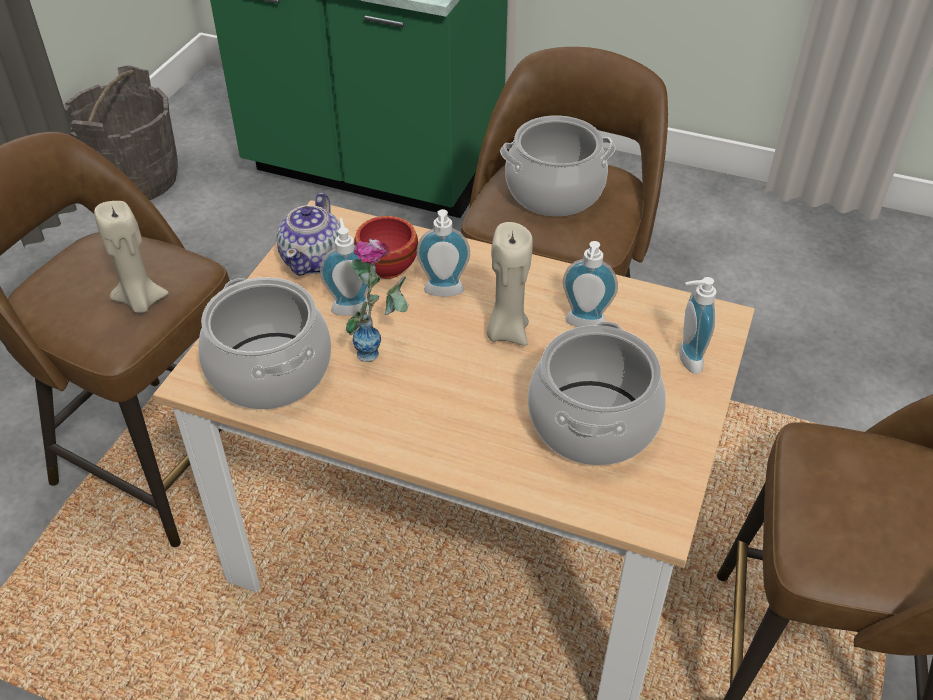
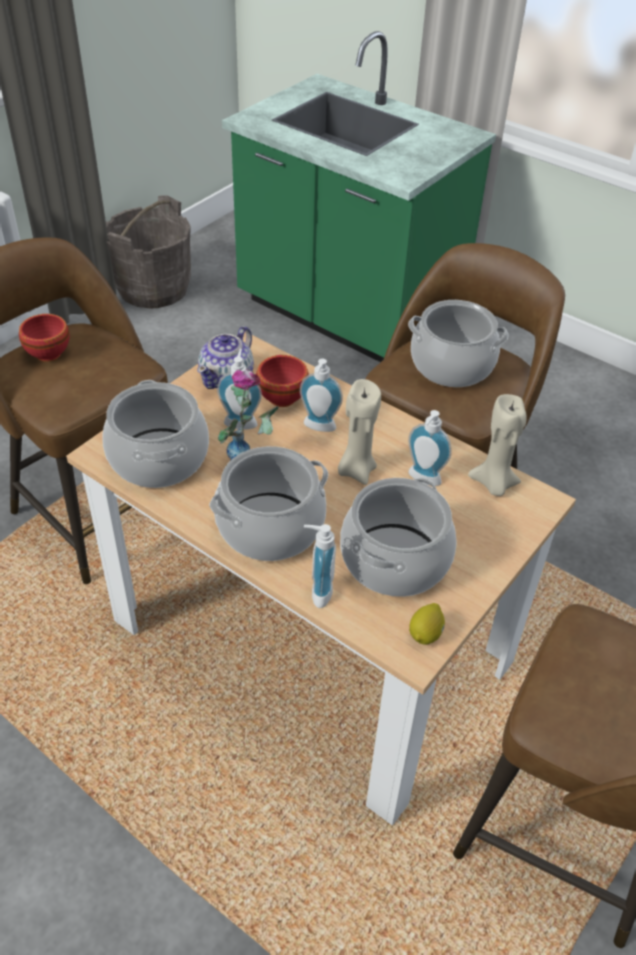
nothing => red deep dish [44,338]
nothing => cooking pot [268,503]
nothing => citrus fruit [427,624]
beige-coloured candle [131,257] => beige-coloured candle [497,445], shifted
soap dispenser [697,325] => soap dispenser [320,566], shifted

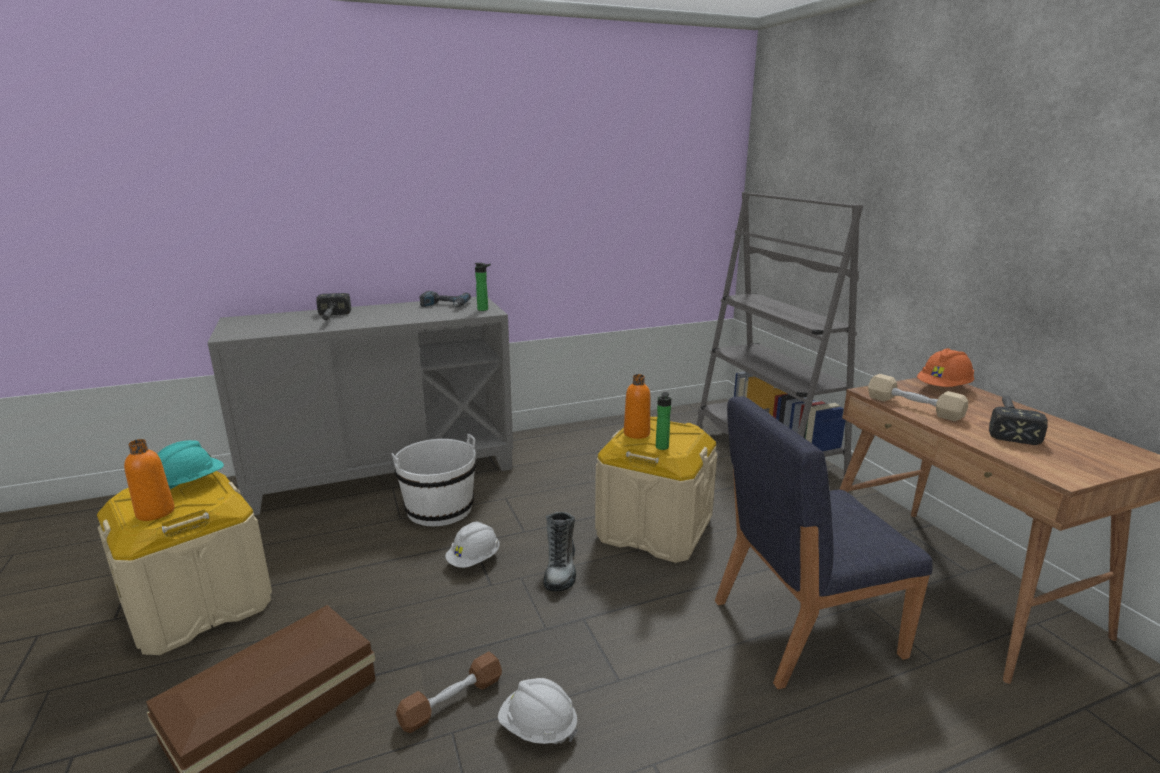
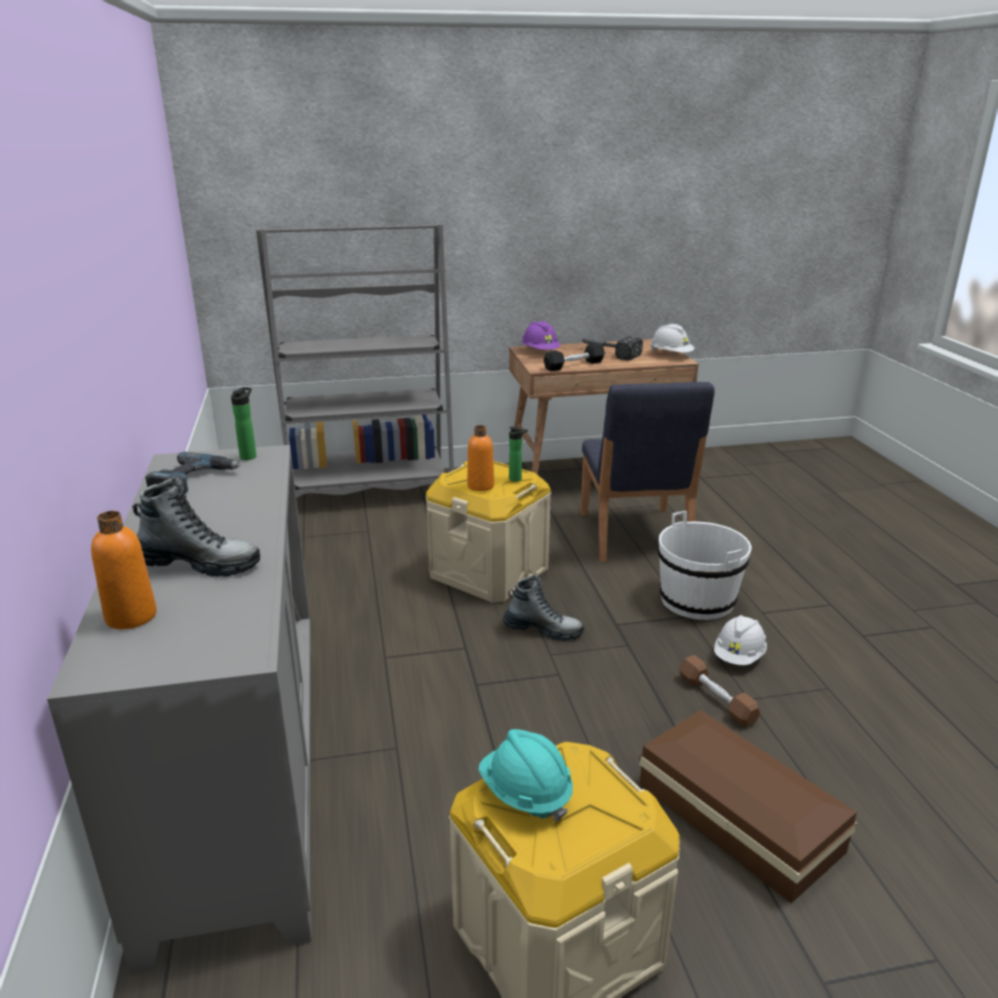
orange beverage bottle [149,480] => orange beverage bottle [124,570], shifted
whitish pail [434,479] => whitish pail [704,565], shifted
whitish work helmet [472,545] => whitish work helmet [672,338], shifted
tool hammer [333,306] => tall boot [196,527]
beige-coloured free weight [918,397] => blackish free weight [574,357]
orange work helmet [945,367] => purple-coloured work helmet [541,335]

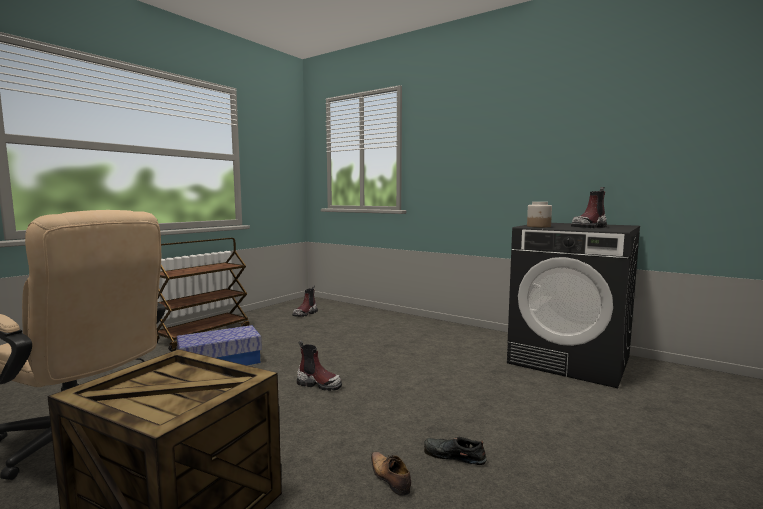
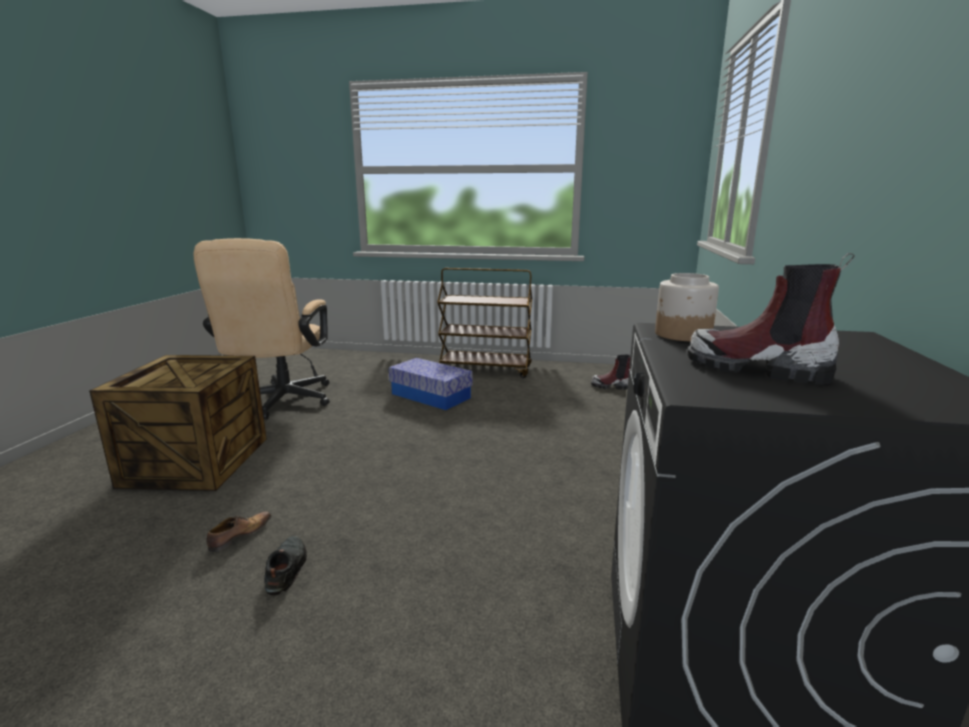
tall boot [319,366] => nothing

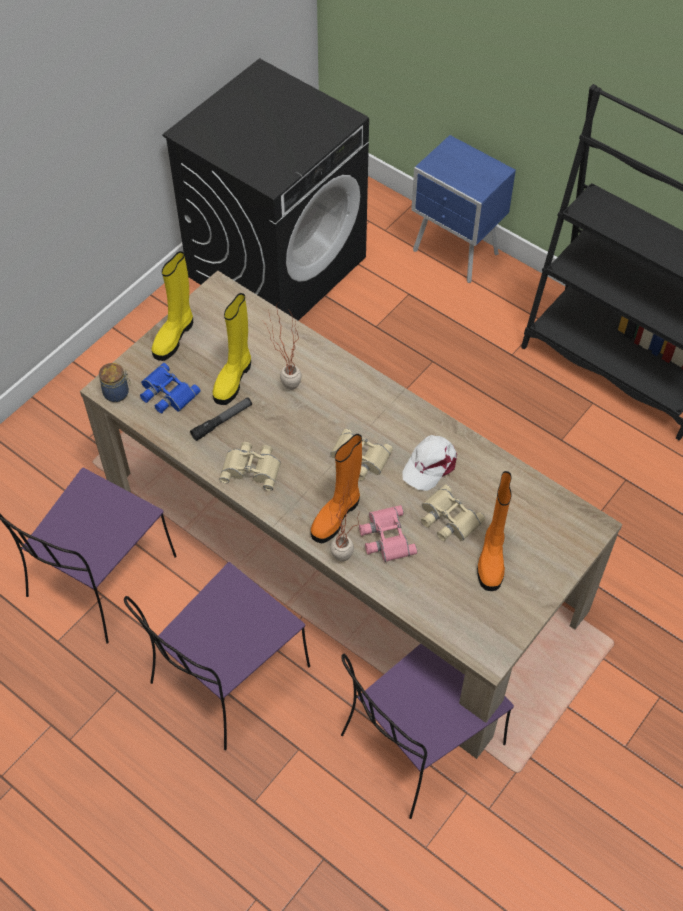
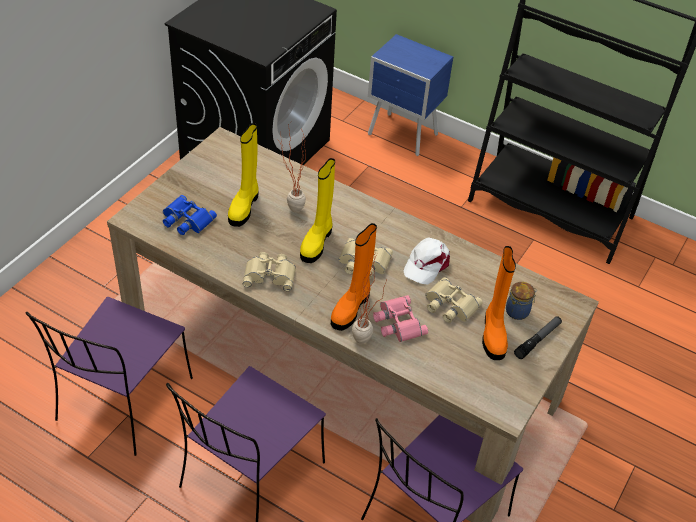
jar [115,382] => jar [521,301], shifted
yellow tall boot [172,306] => yellow tall boot [317,210], shifted
flashlight [221,419] => flashlight [538,337], shifted

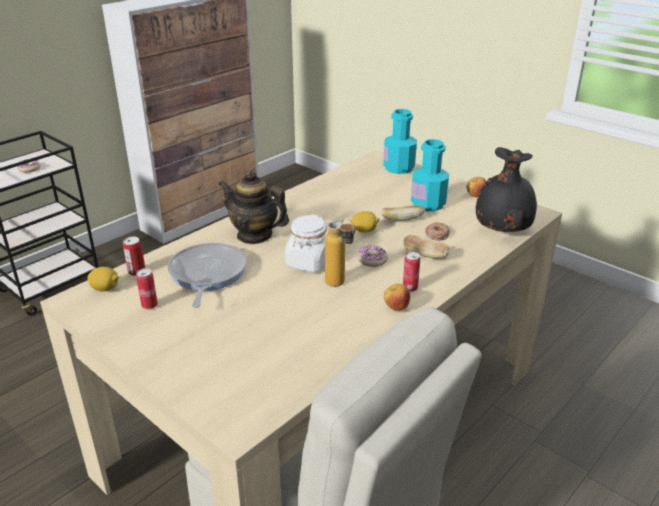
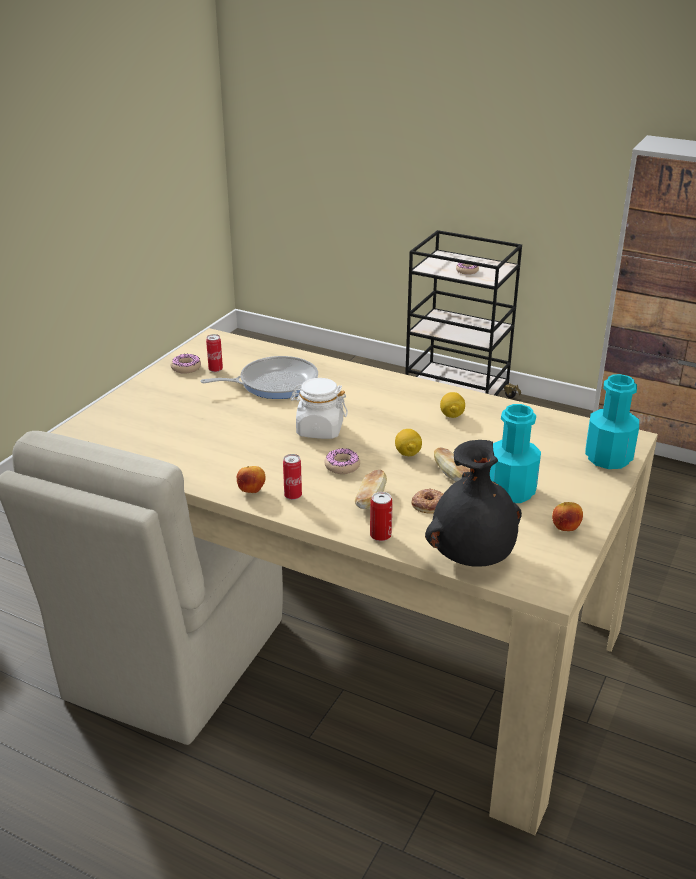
pot for tea [253,207] => nothing
beverage bottle [340,252] => nothing
nothing => ring doughnut [186,363]
citrus fruit [103,279] => citrus fruit [452,405], shifted
can [134,256] => can [381,516], shifted

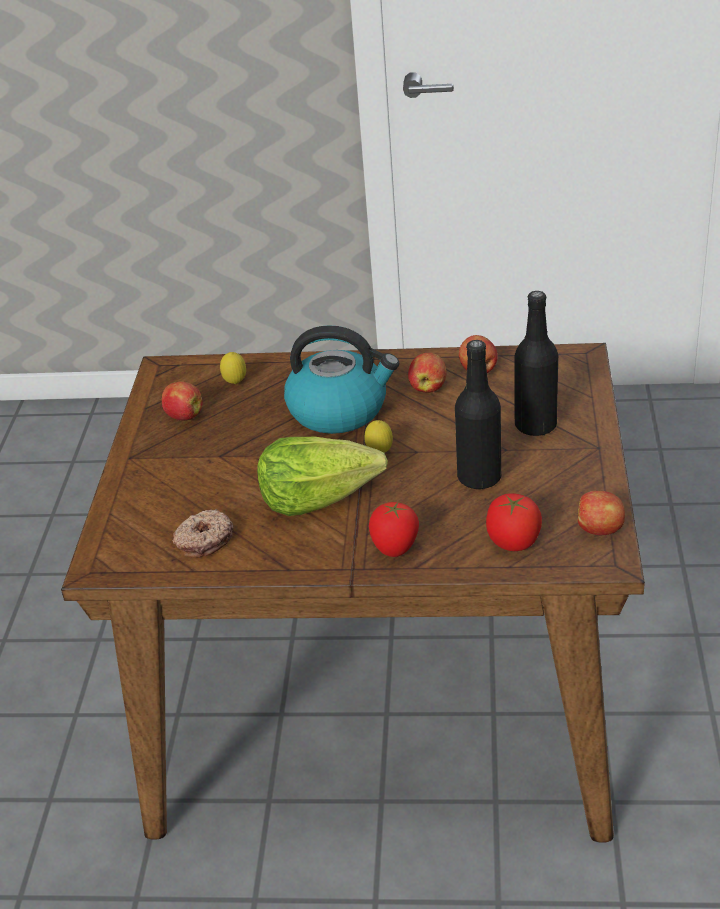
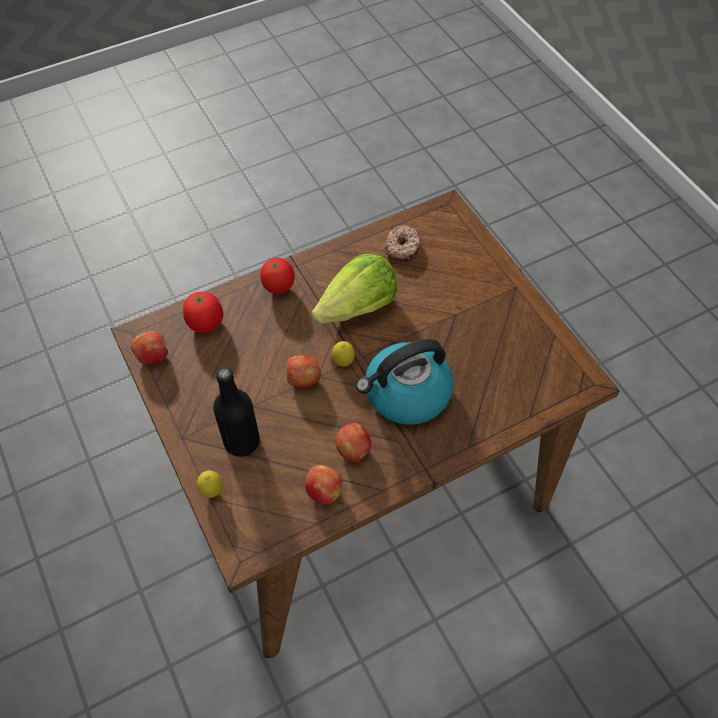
blackish beverage bottle [478,414] => nothing
whole apple [182,401] => whole apple [303,371], shifted
citrus fruit [233,368] => citrus fruit [210,484], shifted

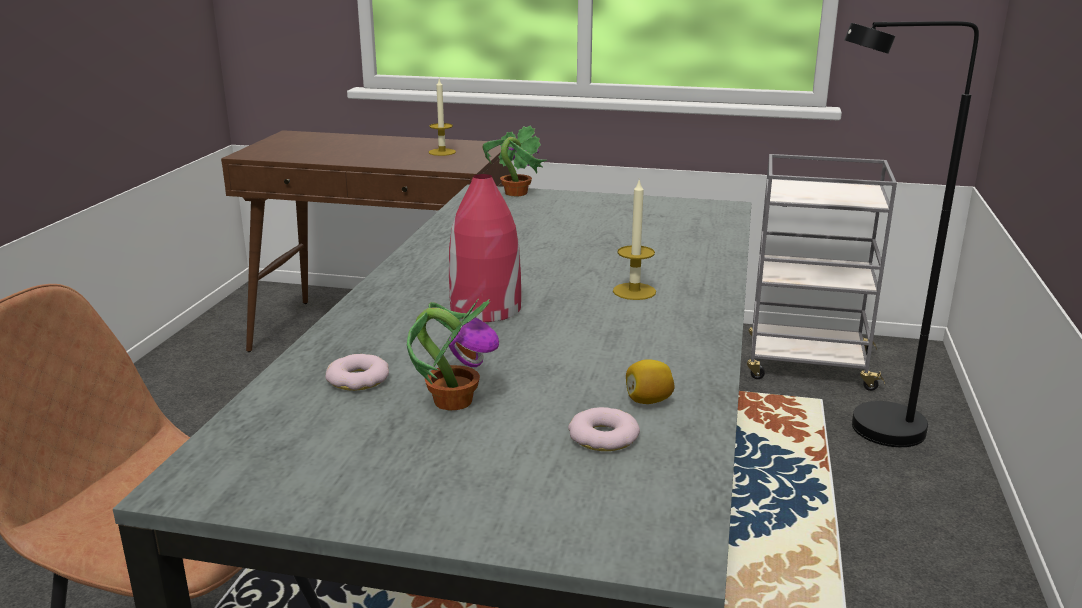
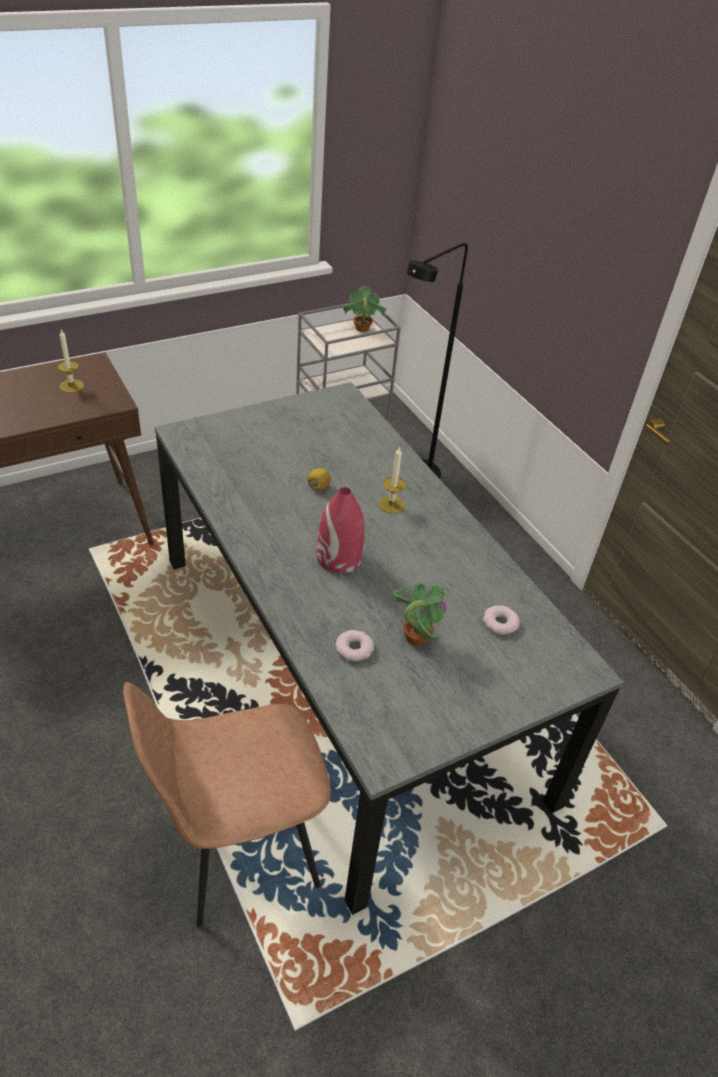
potted plant [514,160] => potted plant [364,308], shifted
citrus fruit [650,381] => citrus fruit [319,479], shifted

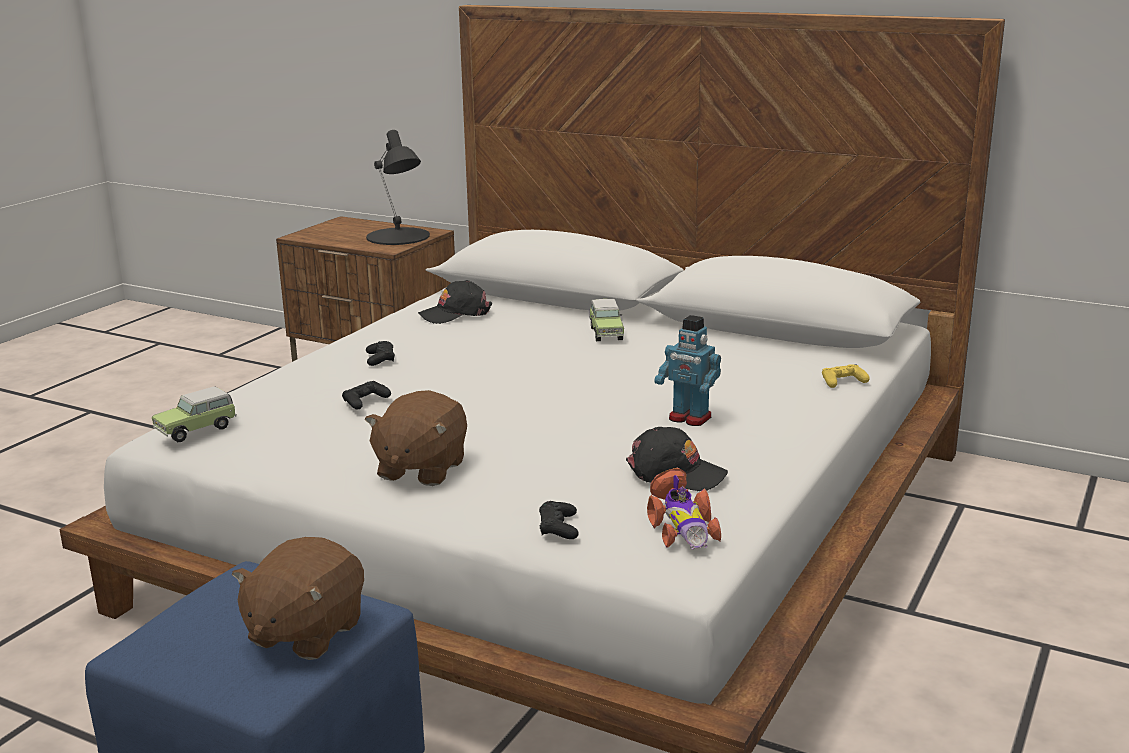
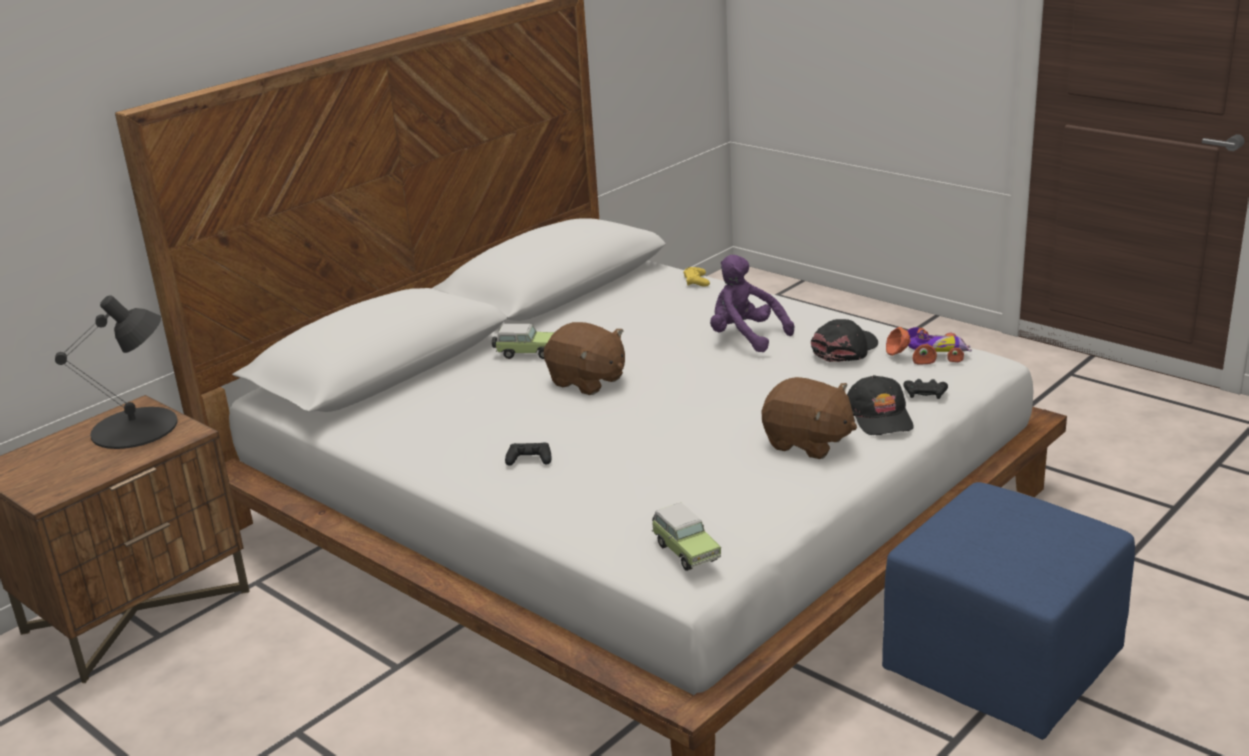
blackish game controller [366,395] => nothing
brown-coloured soft toy [298,598] => brown-coloured soft toy [584,358], shifted
blackish peaked cap [455,302] => blackish peaked cap [880,405], shifted
toy robot [687,370] => purple-coloured soft toy [752,303]

